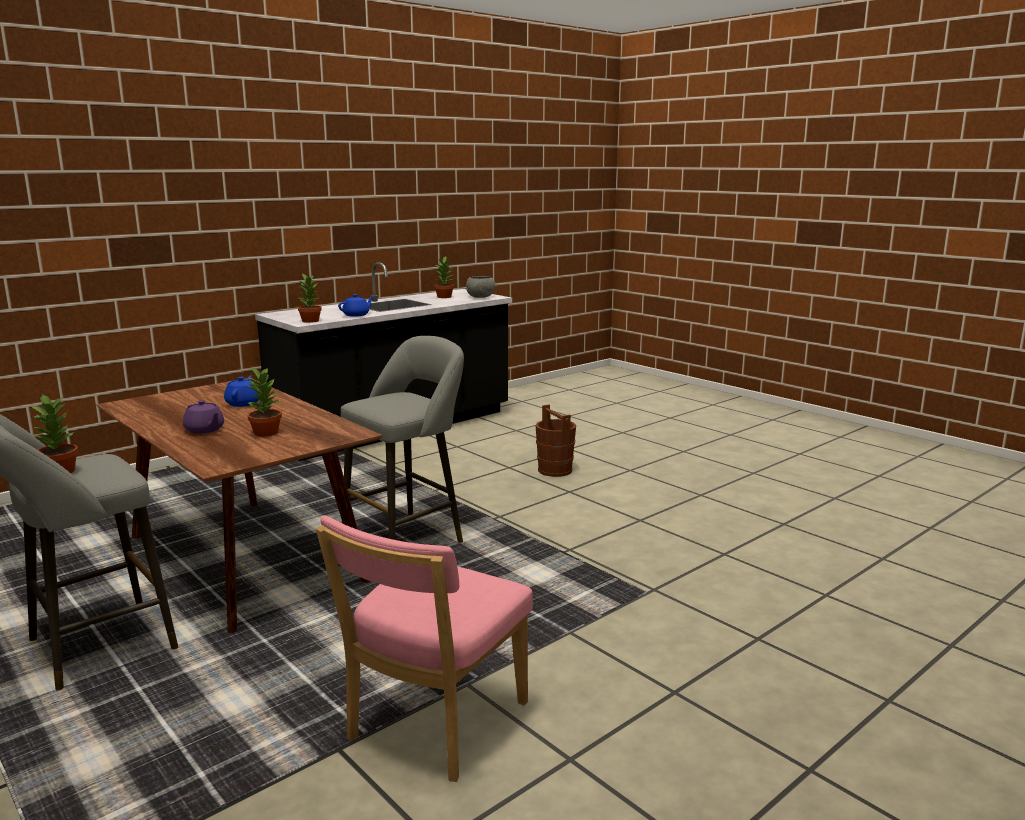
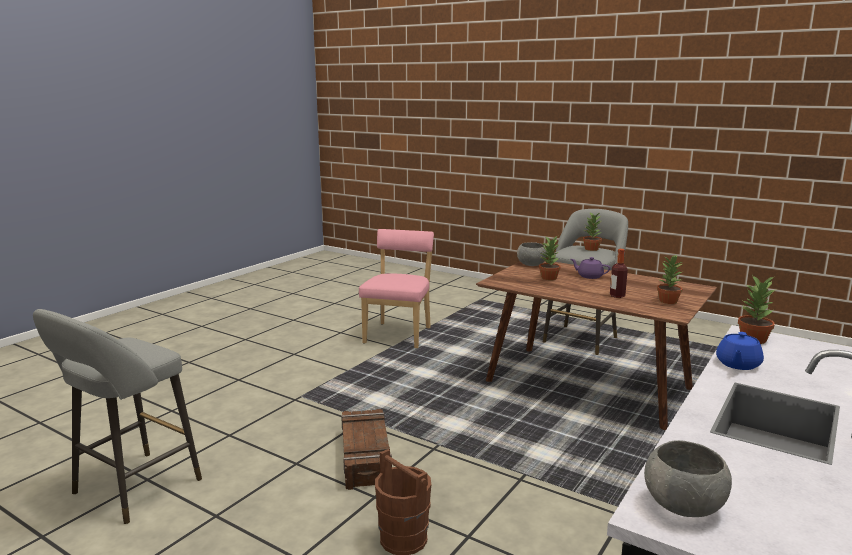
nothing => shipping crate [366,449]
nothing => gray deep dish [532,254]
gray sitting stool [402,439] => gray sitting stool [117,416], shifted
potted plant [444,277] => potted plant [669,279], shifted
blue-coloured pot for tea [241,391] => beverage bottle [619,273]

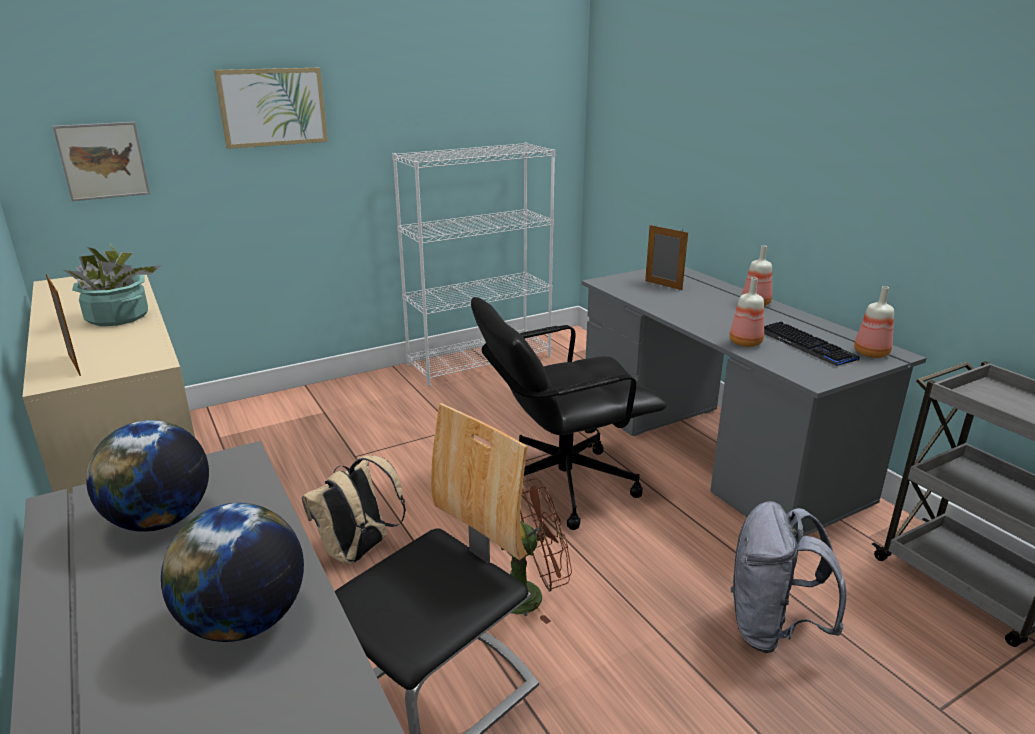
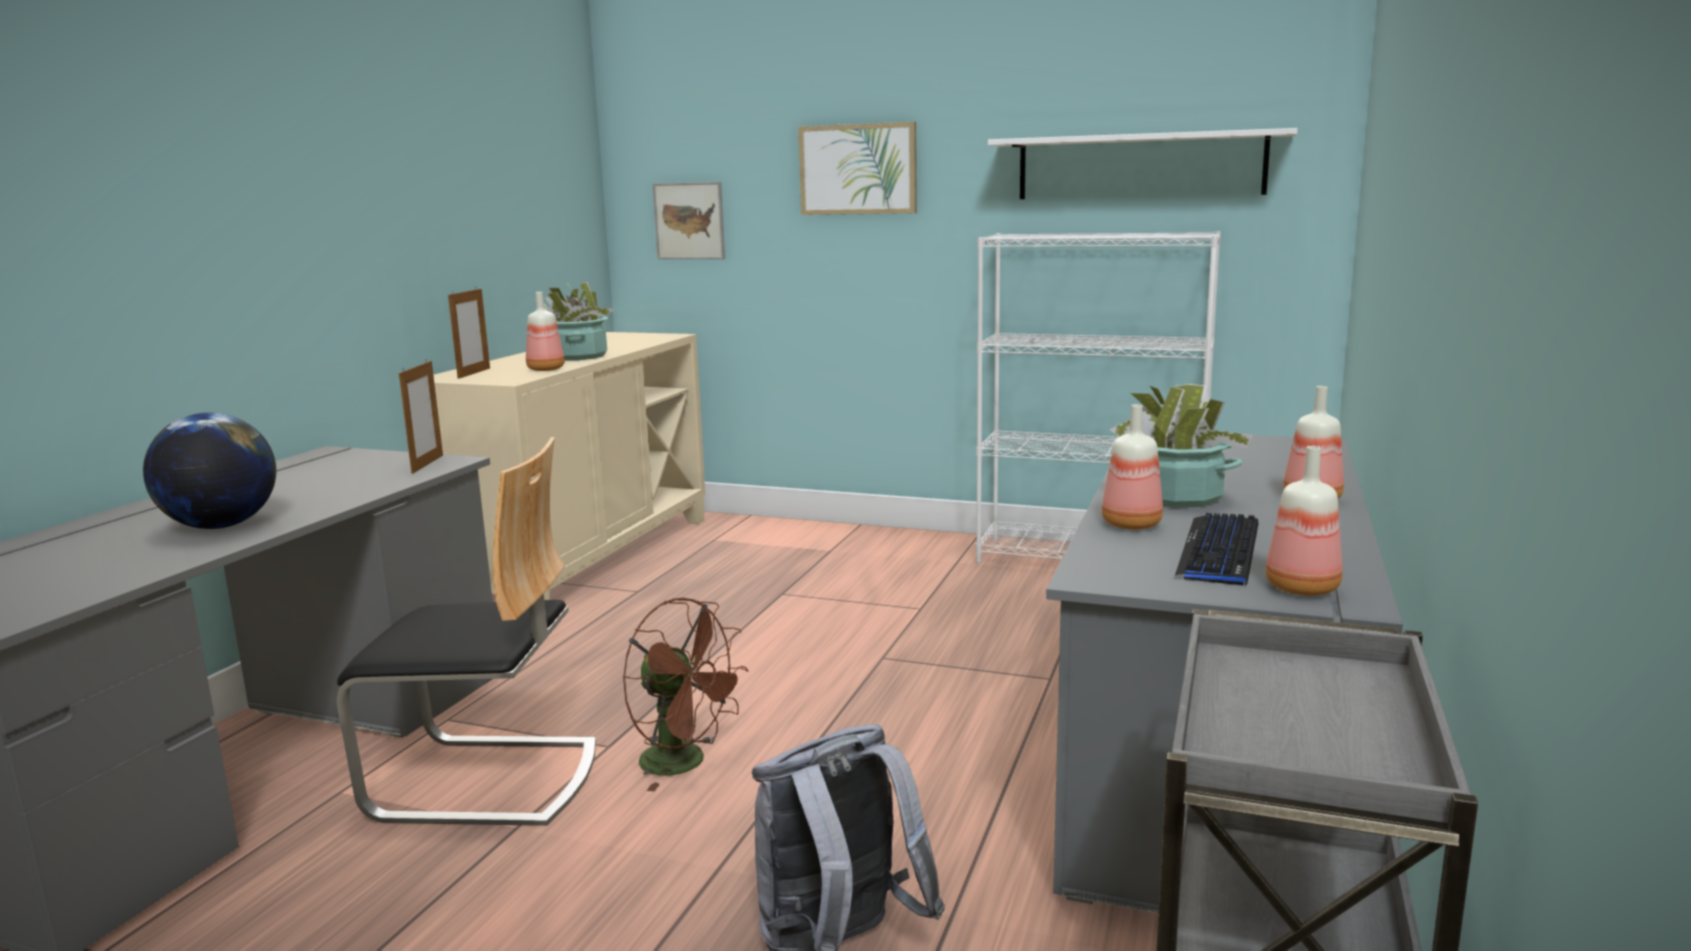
globe [147,476] => nothing
beige-coloured rucksack [354,510] => nothing
blackish computer chair [568,413] => nothing
nothing => beverage bottle [545,331]
nothing => whitish wall shelf [1143,163]
nothing => potted plant [1181,446]
photo frame [666,257] => photo frame [421,416], shifted

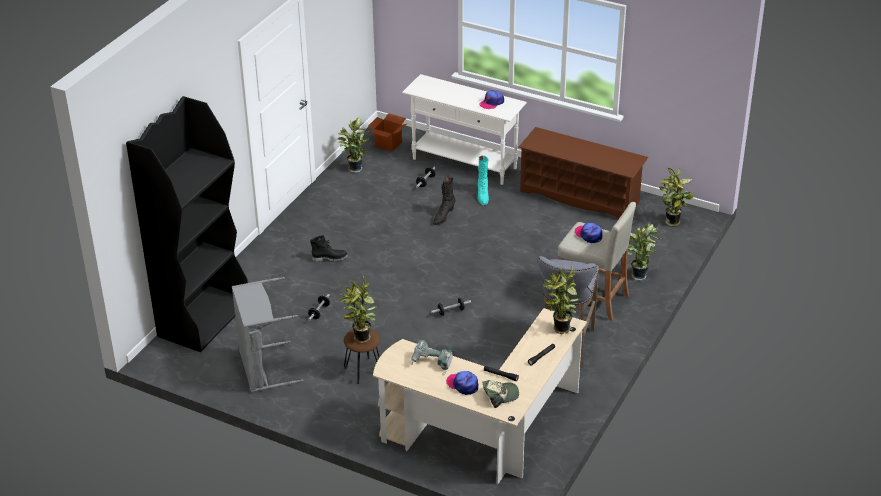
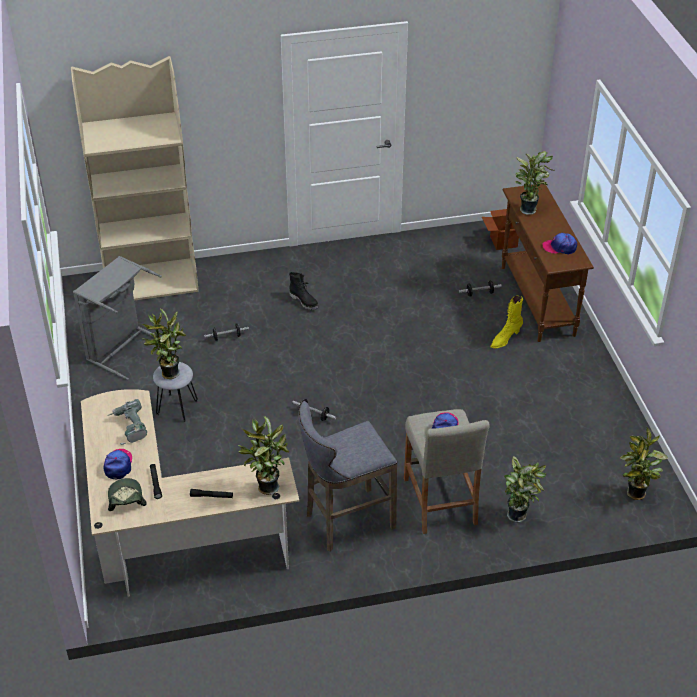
blackish tall boot [444,201] => nothing
brown-coloured shoe stand [583,173] => nothing
potted plant [353,145] => potted plant [534,183], shifted
blackish bookshelf [187,224] => beige-coloured bookshelf [135,178]
brown-coloured sitting stool [362,356] => gray sitting stool [175,392]
whitish console table [464,129] => brown-coloured console table [548,263]
turquoise tall boot [483,180] => yellow tall boot [506,322]
peaked cap [500,394] => peaked cap [127,494], 135 degrees counterclockwise

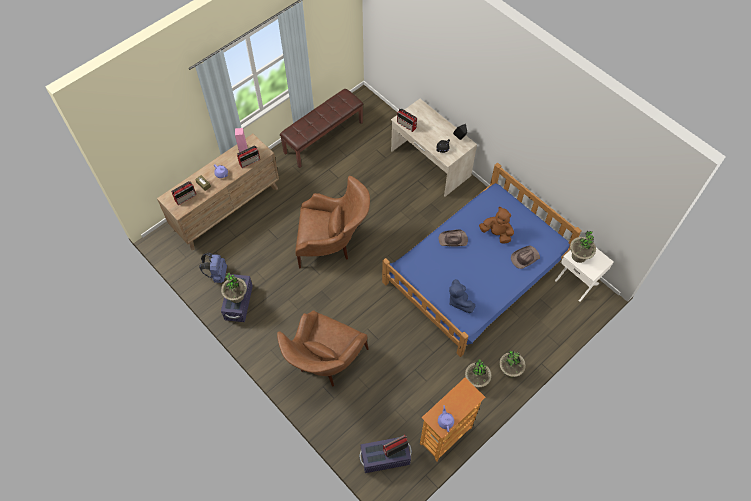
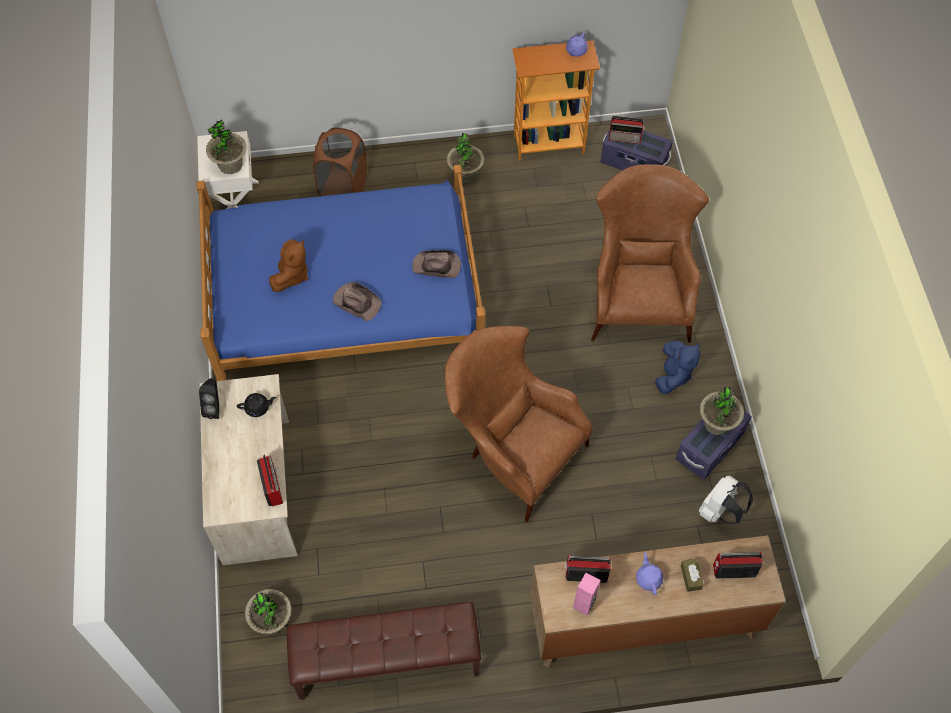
nothing => brown-coloured washing basket [340,161]
blue-coloured soft toy [462,296] => blue-coloured soft toy [677,367], shifted
potted plant [512,364] => potted plant [268,611], shifted
brown-coloured clothing hat [525,257] => brown-coloured clothing hat [436,264], shifted
blue-coloured rucksack [213,268] => whitish rucksack [726,500]
brown-coloured easy chair [323,348] => brown-coloured easy chair [650,253], 60 degrees counterclockwise
brown-coloured soft toy [496,225] => brown-coloured soft toy [288,266], 135 degrees counterclockwise

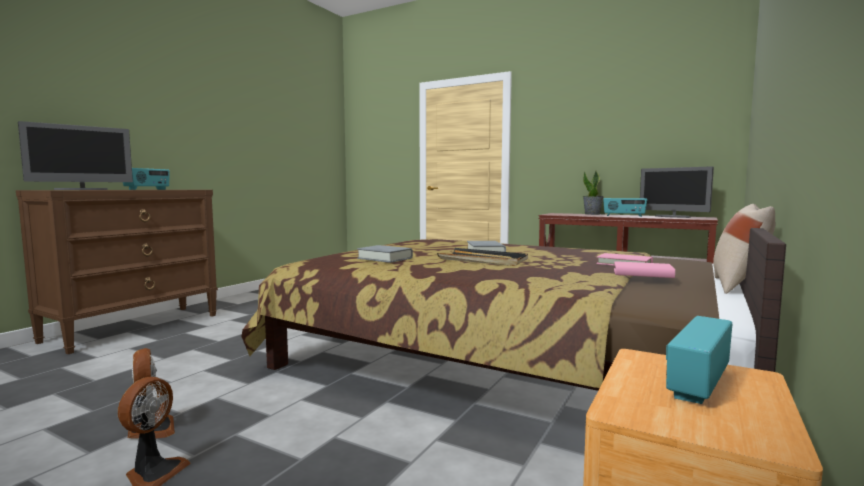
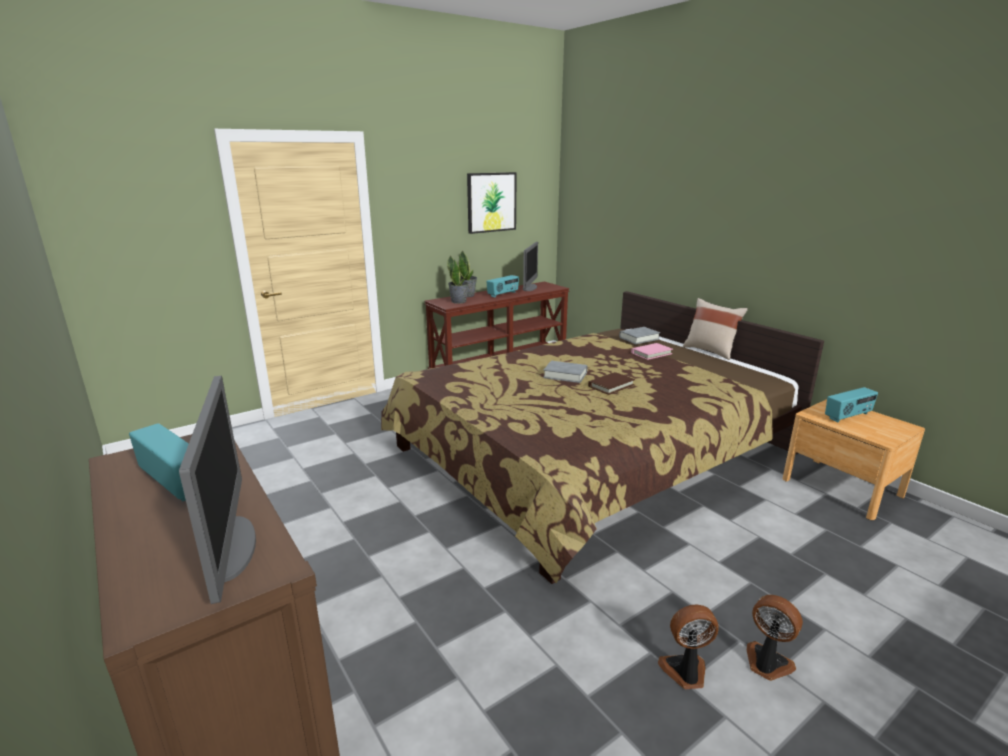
pink-coloured volume [644,269] => nothing
nothing => potted plant [458,280]
nothing => picture [492,203]
gray volume [385,254] => gray volume [639,335], shifted
blackish serving tray [482,257] => brown-coloured volume [611,383]
monitor [677,192] => monitor [530,266], 60 degrees counterclockwise
radio receiver [699,360] => radio receiver [851,405], 90 degrees counterclockwise

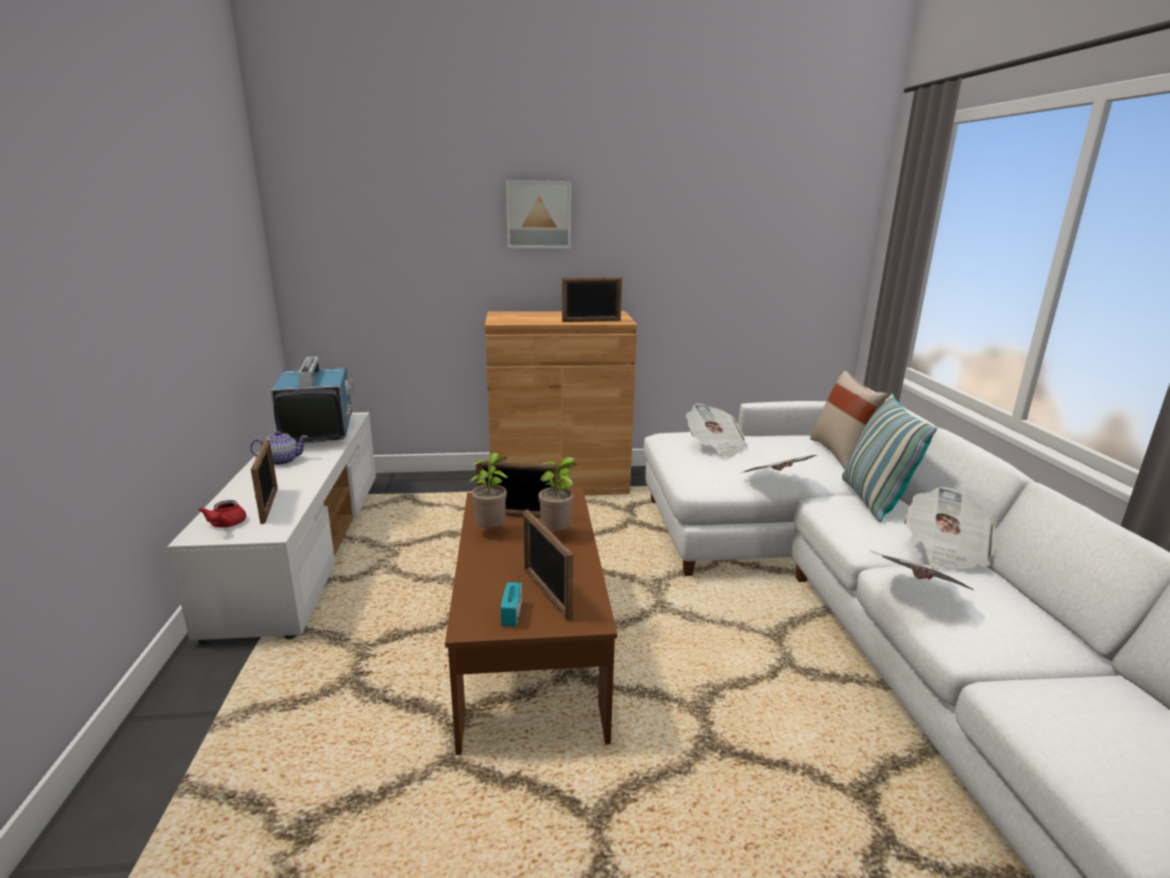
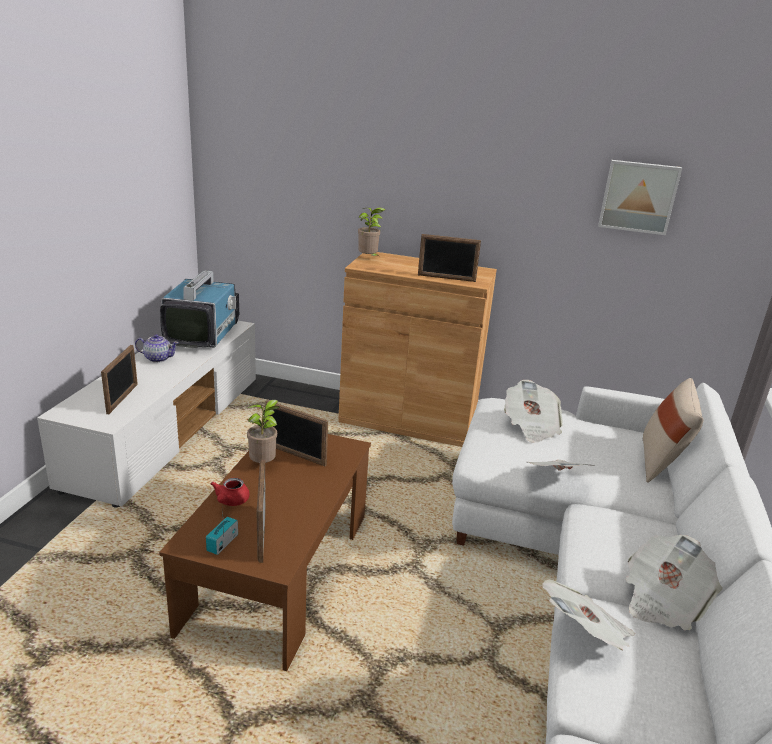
cushion [889,457] => nothing
red pot for tea [222,514] => red pot for tea [230,492], shifted
picture [538,214] => picture [640,197], shifted
potted plant [558,494] => potted plant [372,231], shifted

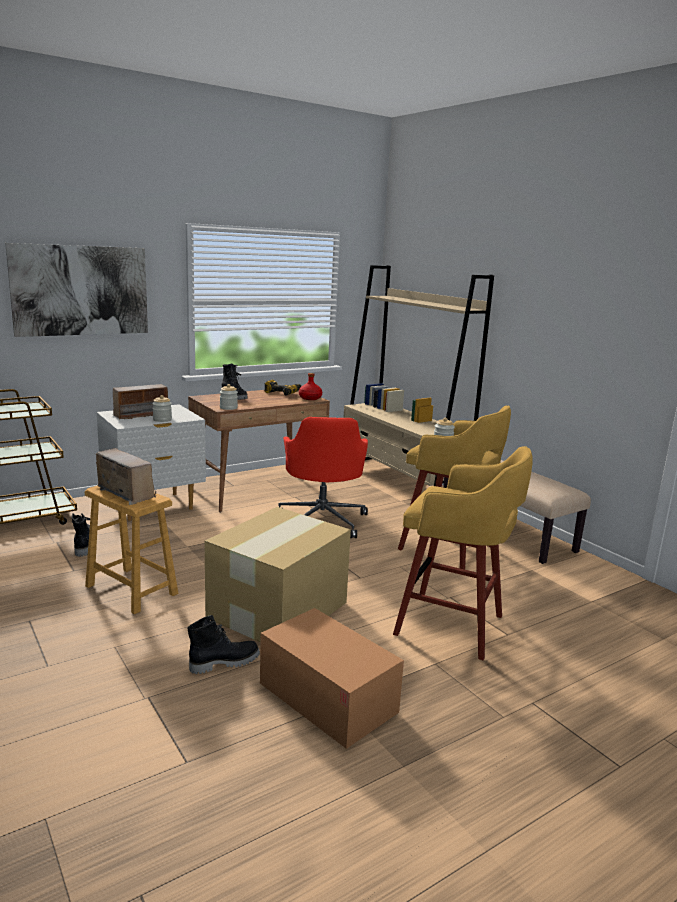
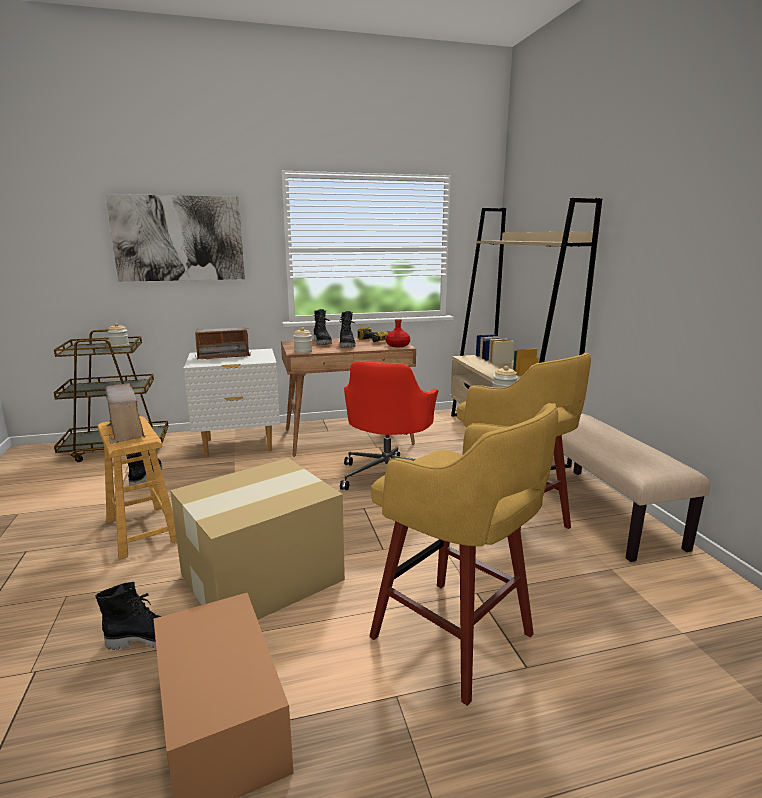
nothing => blackish tall boot [347,329]
jar [162,408] => jar [118,336], shifted

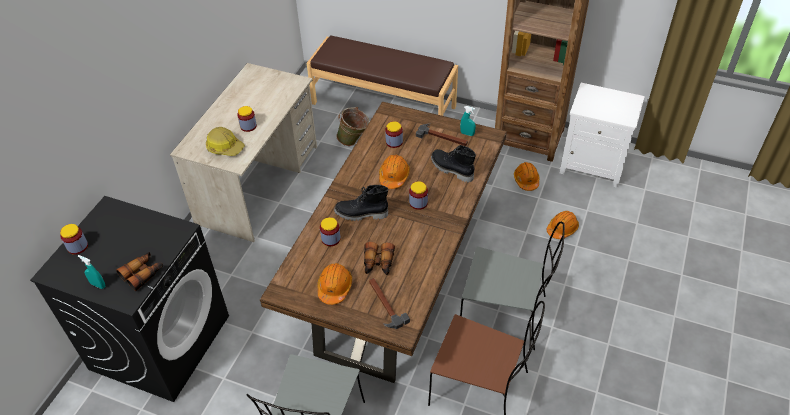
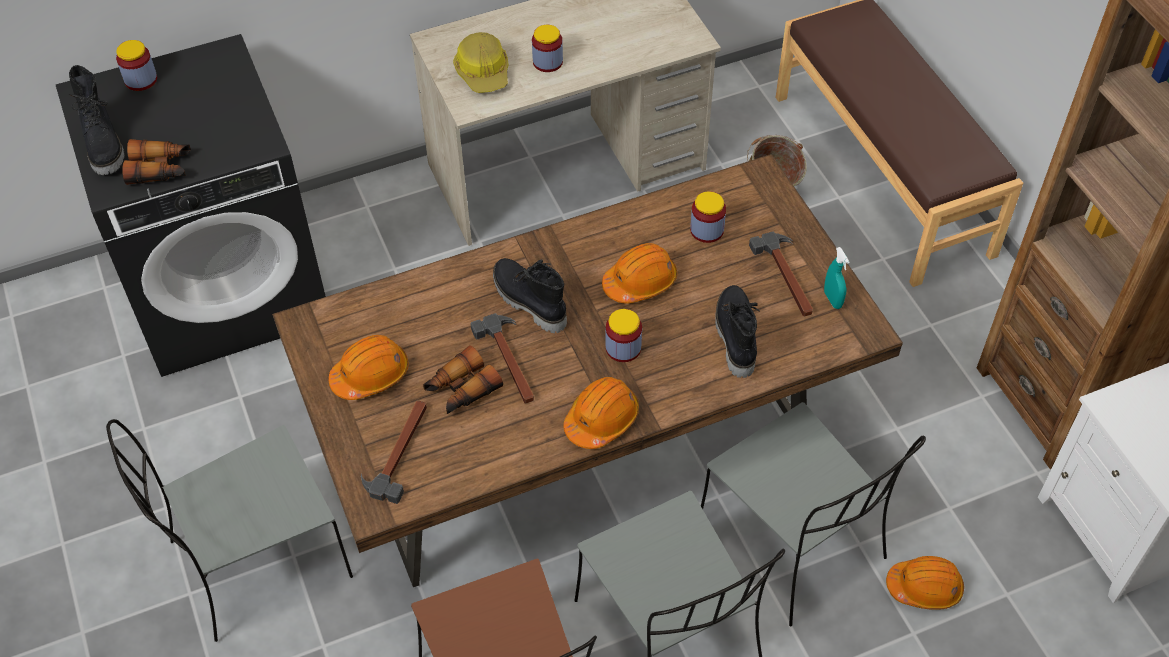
jar [330,231] => nothing
nothing => tool hammer [502,358]
nothing => gray upright chair [813,514]
orange work helmet [527,176] => orange work helmet [601,413], shifted
turquoise hand sprayer [91,272] => blackish tall boot [96,120]

